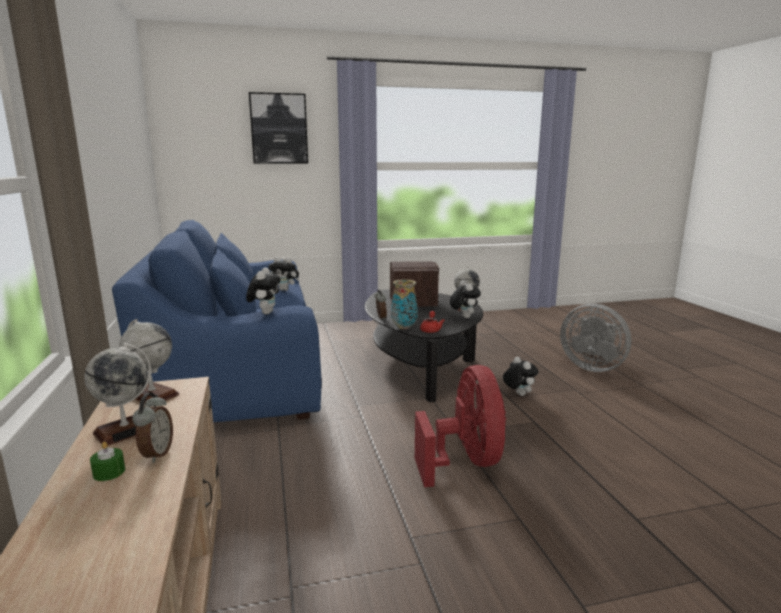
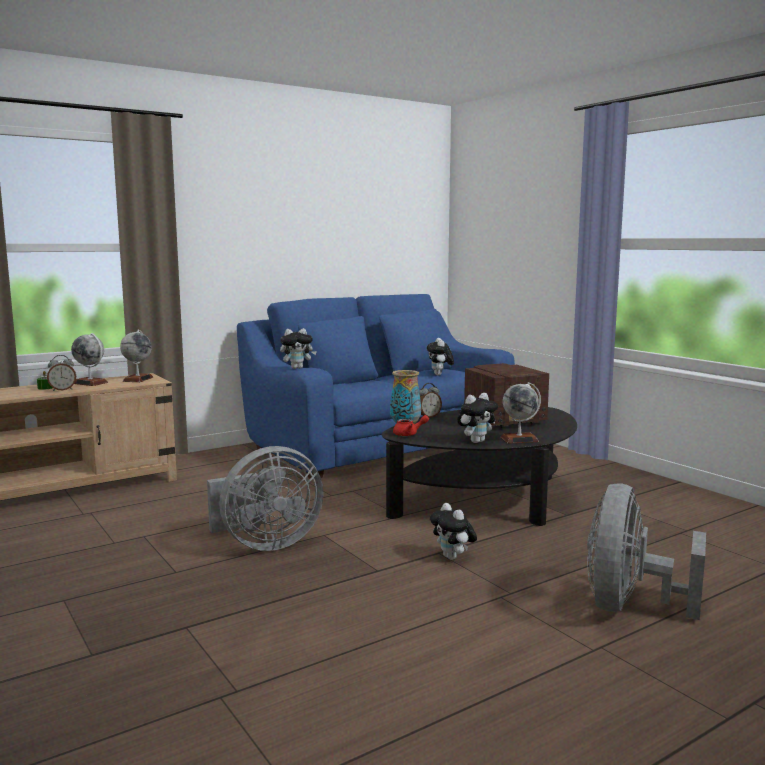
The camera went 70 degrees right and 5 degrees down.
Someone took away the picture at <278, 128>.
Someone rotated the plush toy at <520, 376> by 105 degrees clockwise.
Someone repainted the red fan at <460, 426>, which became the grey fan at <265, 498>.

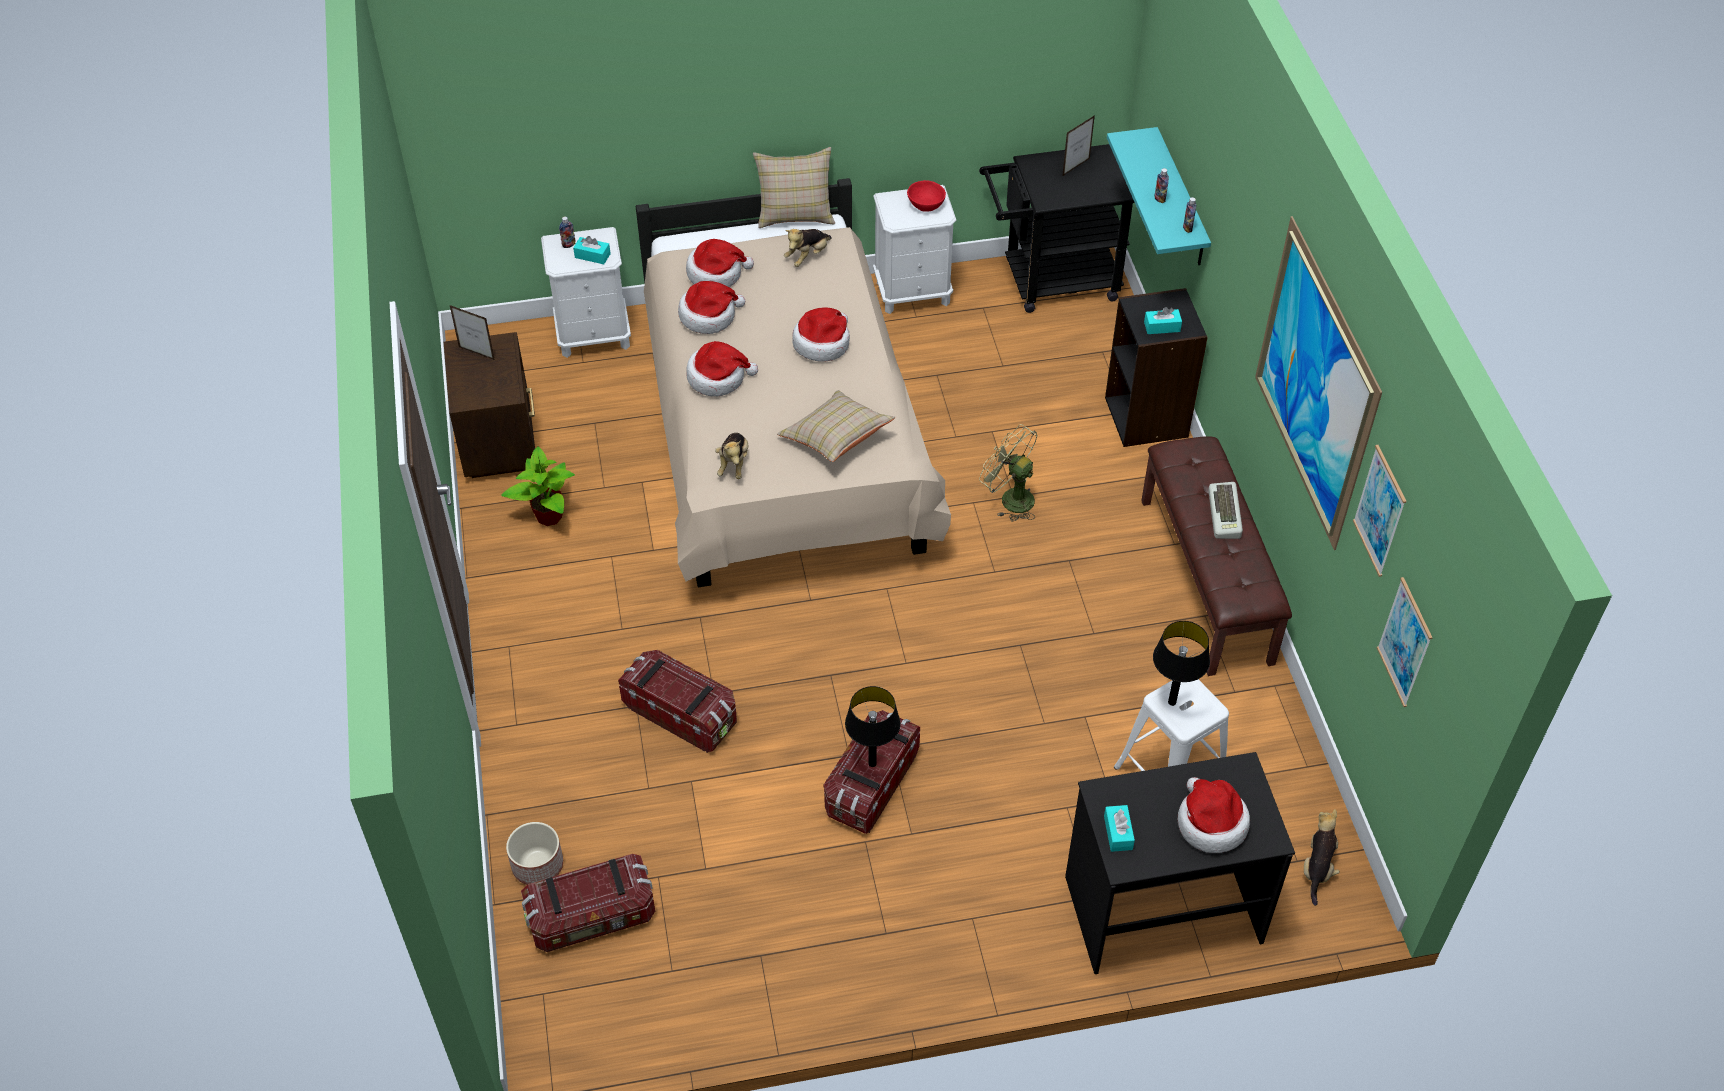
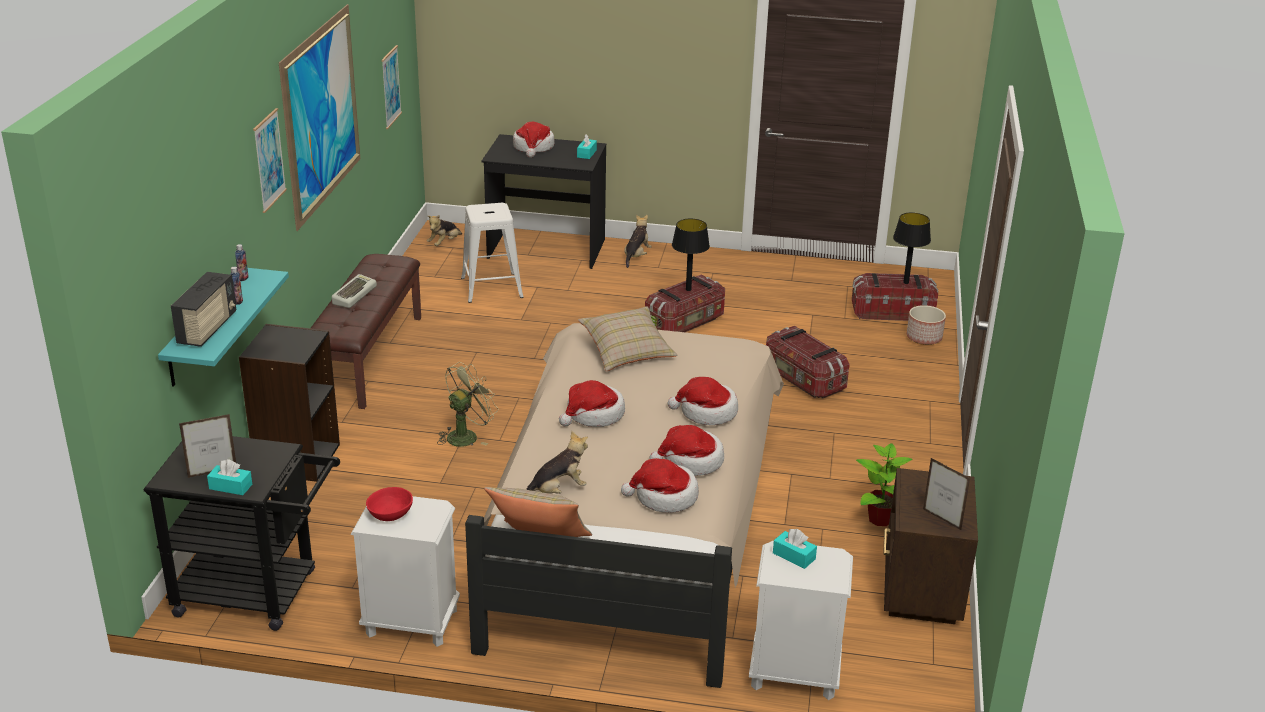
The camera went 160 degrees left and 20 degrees down.
Someone took away the bottle at <567, 232>.
Someone carried the turquoise tissue box from <1163, 320> to <229, 477>.
Someone rotated the green fan at <1008, 473> by 105 degrees counterclockwise.
Someone carried the plush toy from <731, 456> to <638, 241>.
Someone carried the picture from <1379, 511> to <270, 160>.
Someone carried the black table lamp from <1181, 663> to <912, 248>.
Someone put down the radio at <203, 309>.

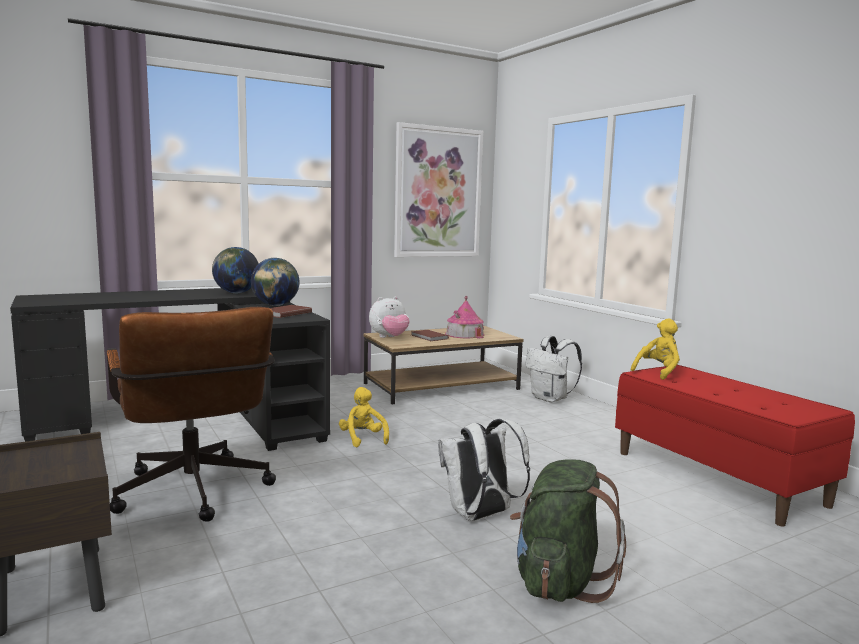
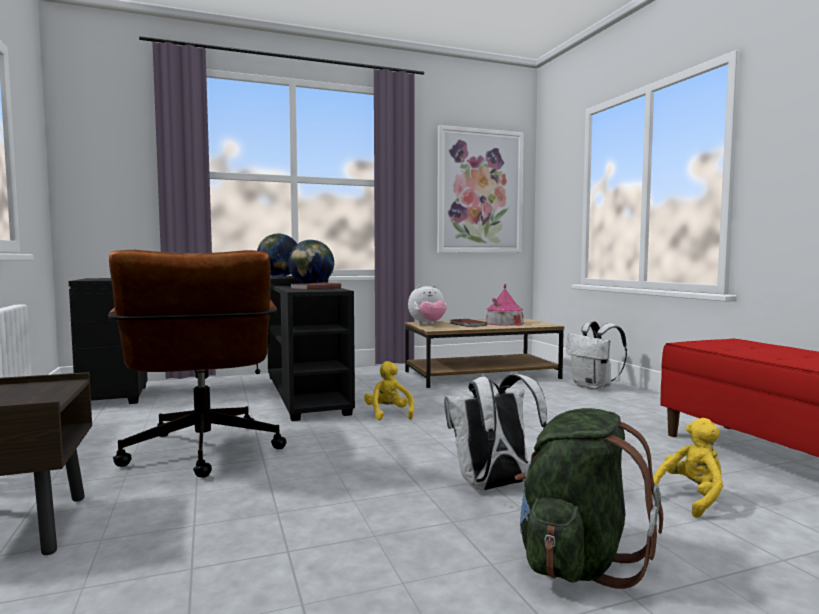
The camera went 10 degrees right and 5 degrees down.
Someone carried the yellow plush toy from <655, 349> to <687, 468>.

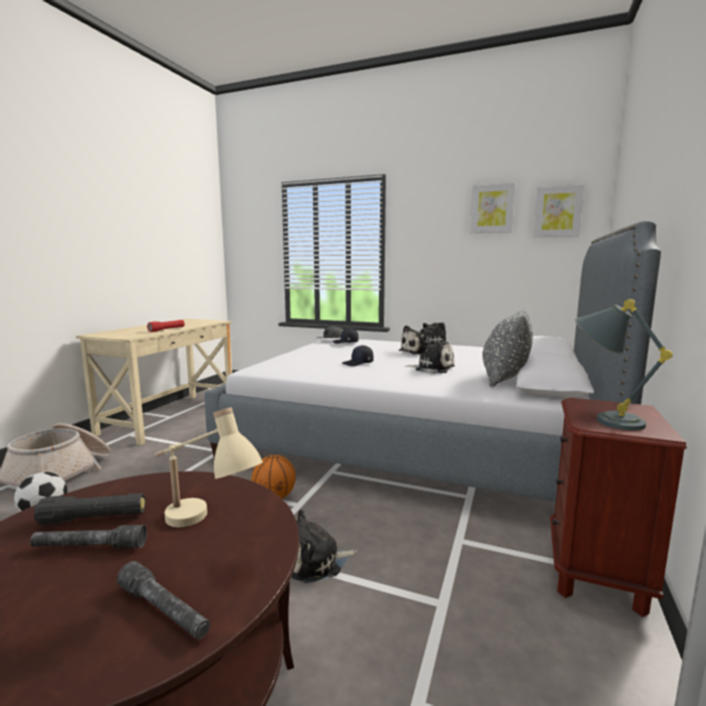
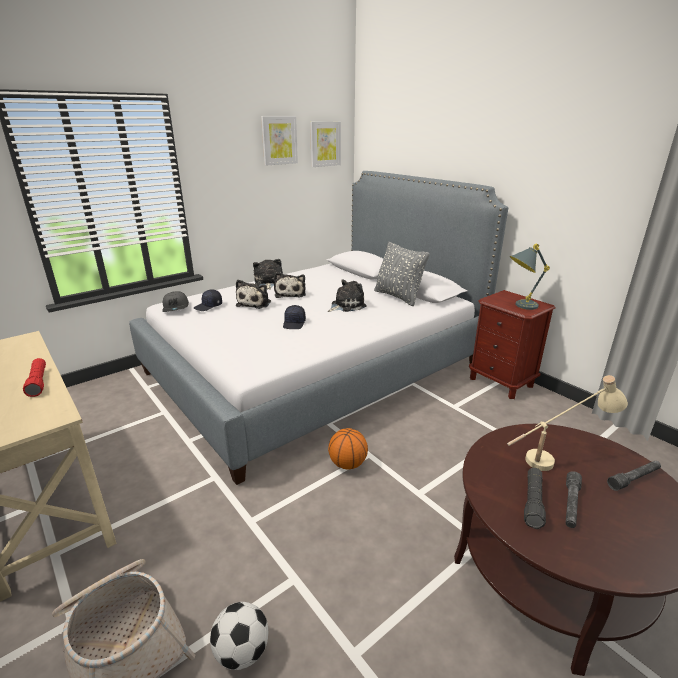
The camera went 60 degrees left and 15 degrees up.
Someone carried the plush toy from <324, 546> to <253, 294>.

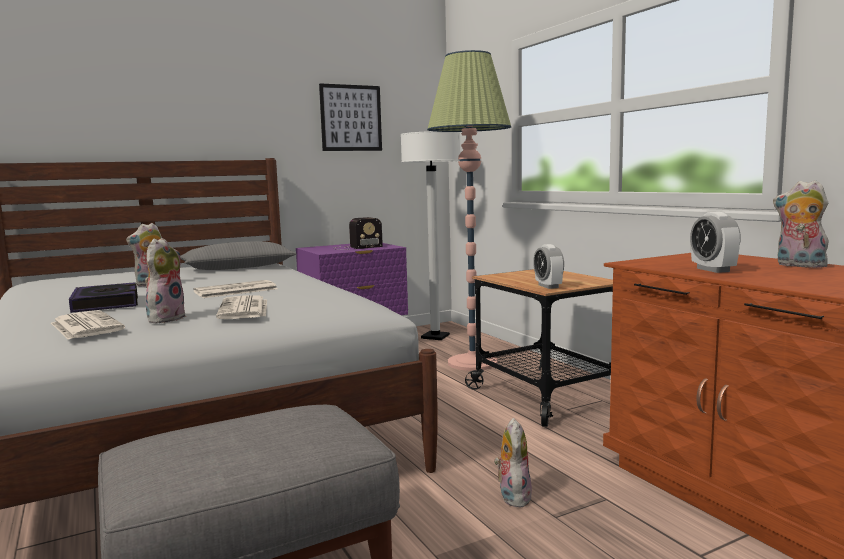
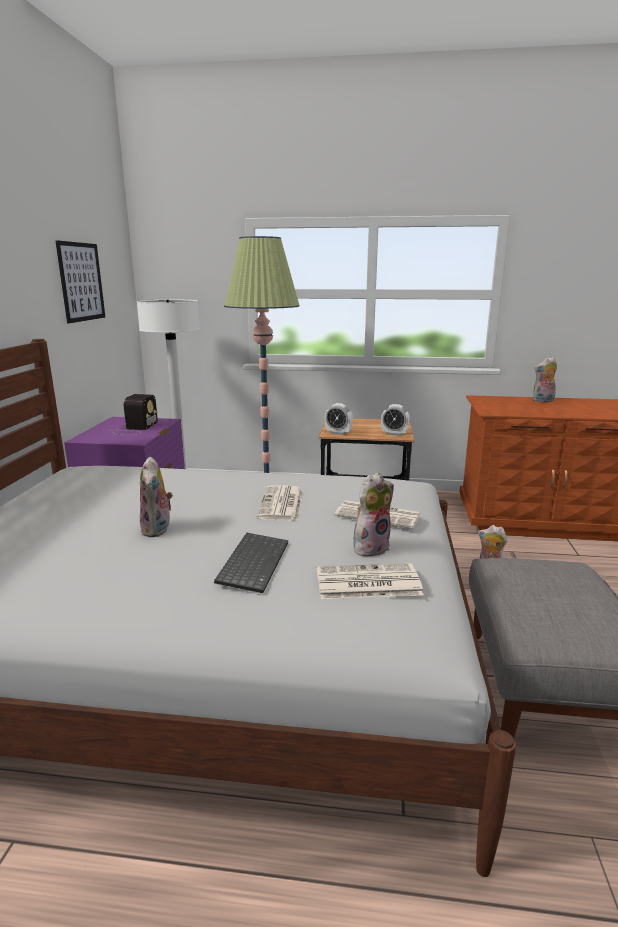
The camera went 55 degrees left and 10 degrees up.
Someone carried the alarm clock from <715, 242> to <339, 419>.
Someone rotated the plush toy at <165, 280> by 90 degrees clockwise.
Someone took away the grey pillow at <238, 255>.
Someone swapped the book at <103, 297> for the keyboard at <251, 563>.

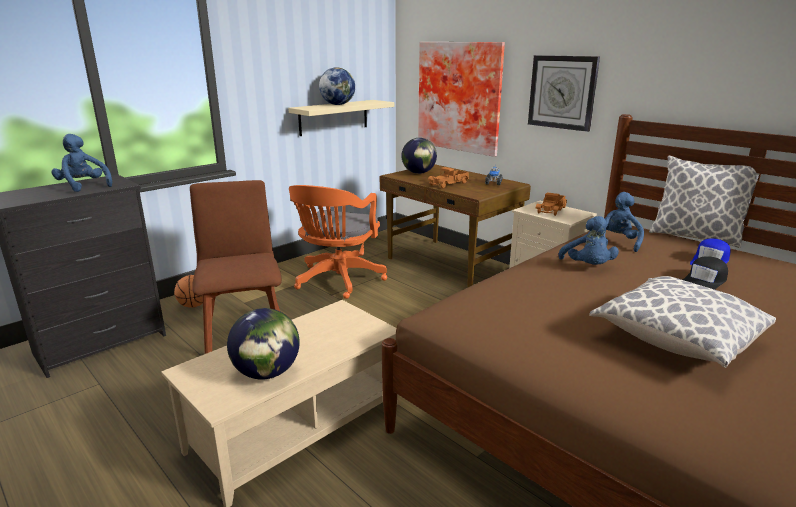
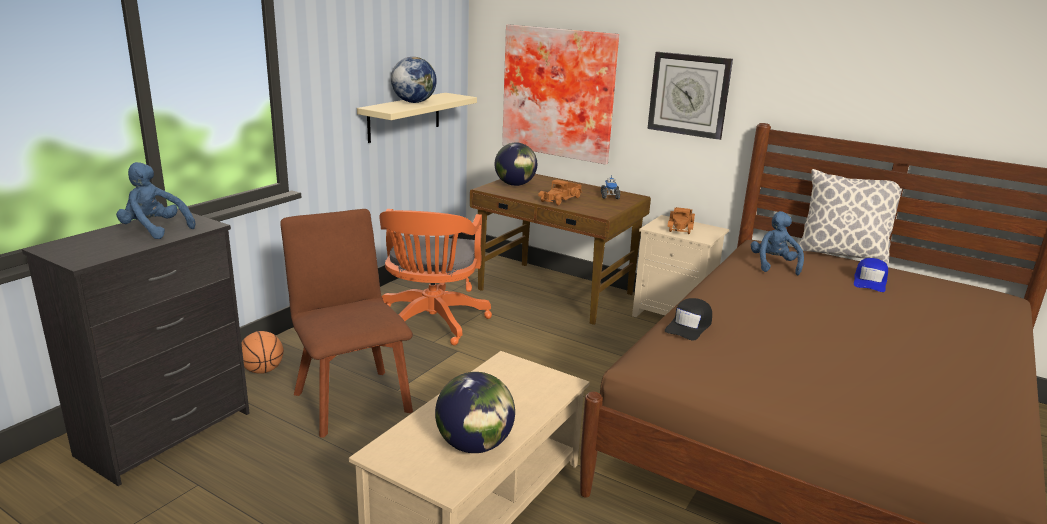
The camera went 15 degrees left and 0 degrees up.
Someone took away the blue plush toy at <588, 240>.
Someone carried the black cap from <705, 273> to <688, 319>.
Someone took away the pillow at <682, 322>.

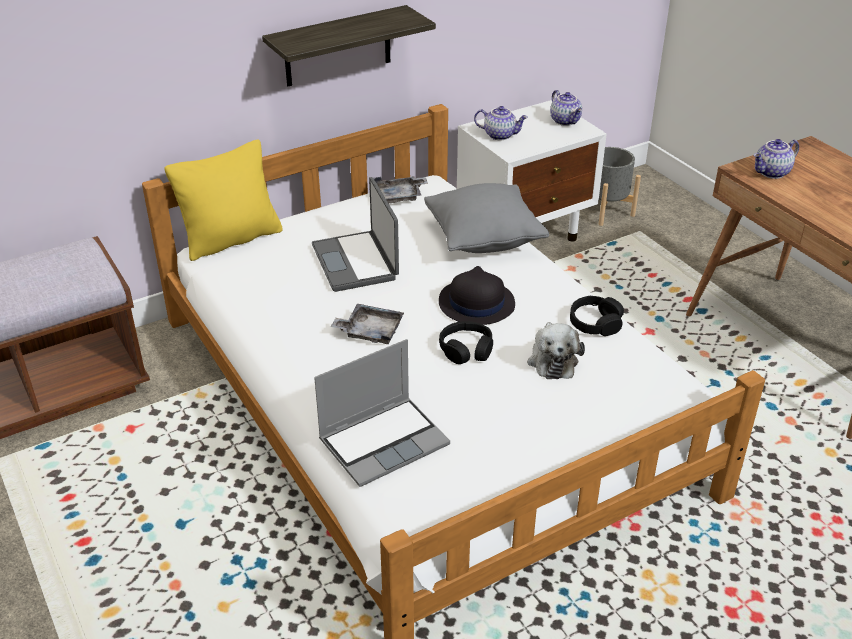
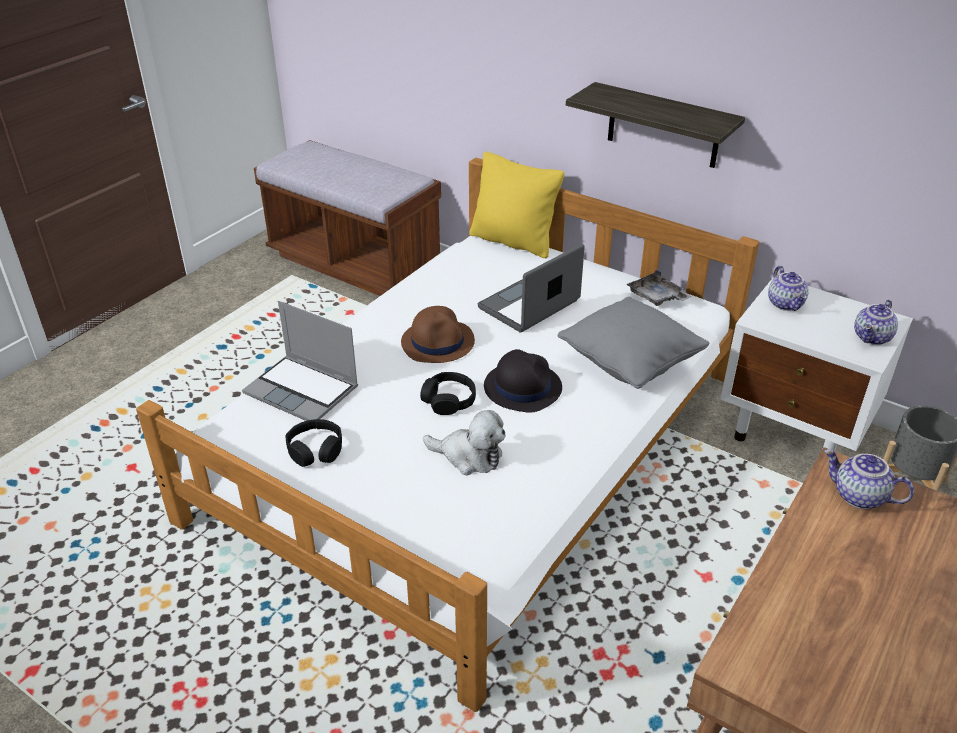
The camera went 65 degrees right and 0 degrees up.
Someone carried the black headphones from <597, 316> to <314, 443>.
Someone swapped the grey tray at <367, 324> for the brown hat at <438, 334>.
Someone rotated the plush toy at <556, 350> by 135 degrees counterclockwise.

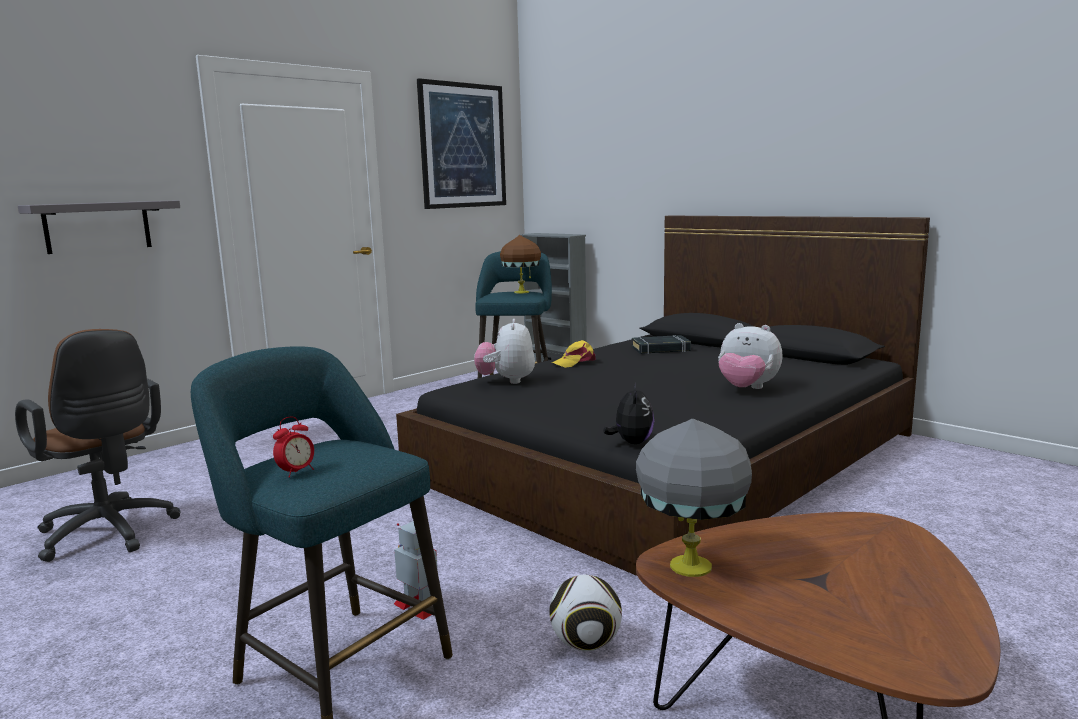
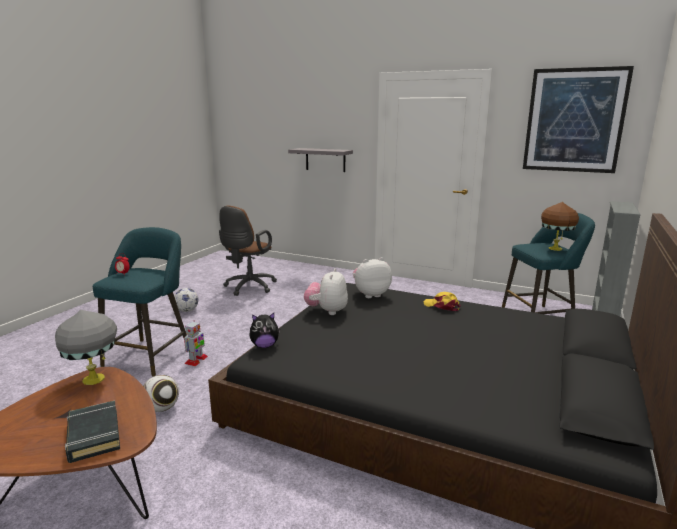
The camera went 70 degrees right and 5 degrees up.
Someone carried the plush toy from <750, 356> to <326, 291>.
Someone carried the black book from <661, 344> to <92, 431>.
Someone put down the football at <186, 300>.

